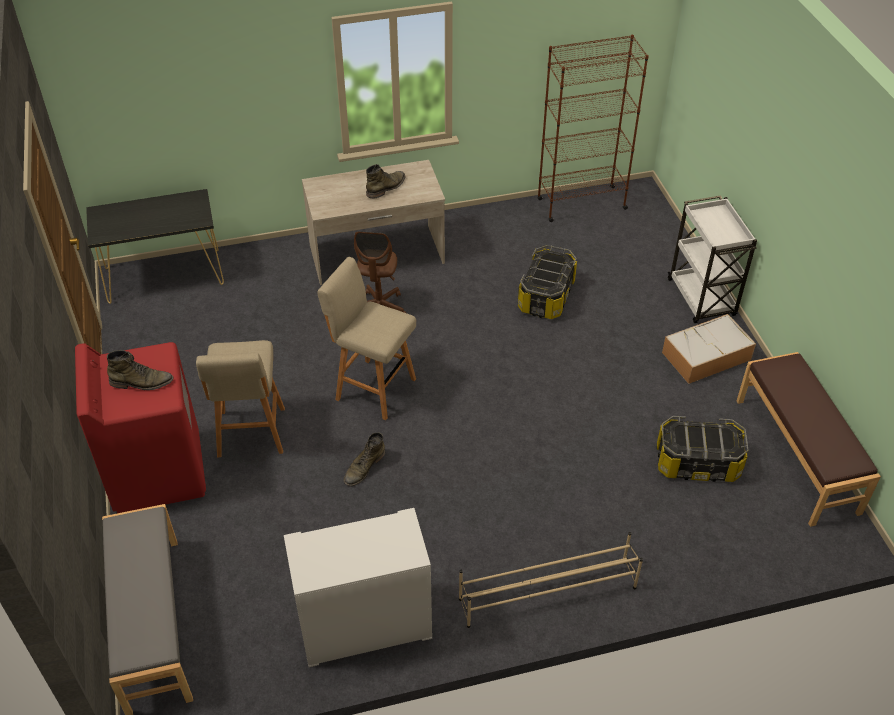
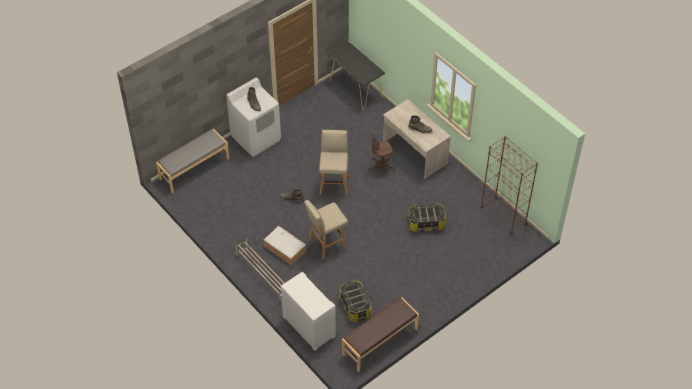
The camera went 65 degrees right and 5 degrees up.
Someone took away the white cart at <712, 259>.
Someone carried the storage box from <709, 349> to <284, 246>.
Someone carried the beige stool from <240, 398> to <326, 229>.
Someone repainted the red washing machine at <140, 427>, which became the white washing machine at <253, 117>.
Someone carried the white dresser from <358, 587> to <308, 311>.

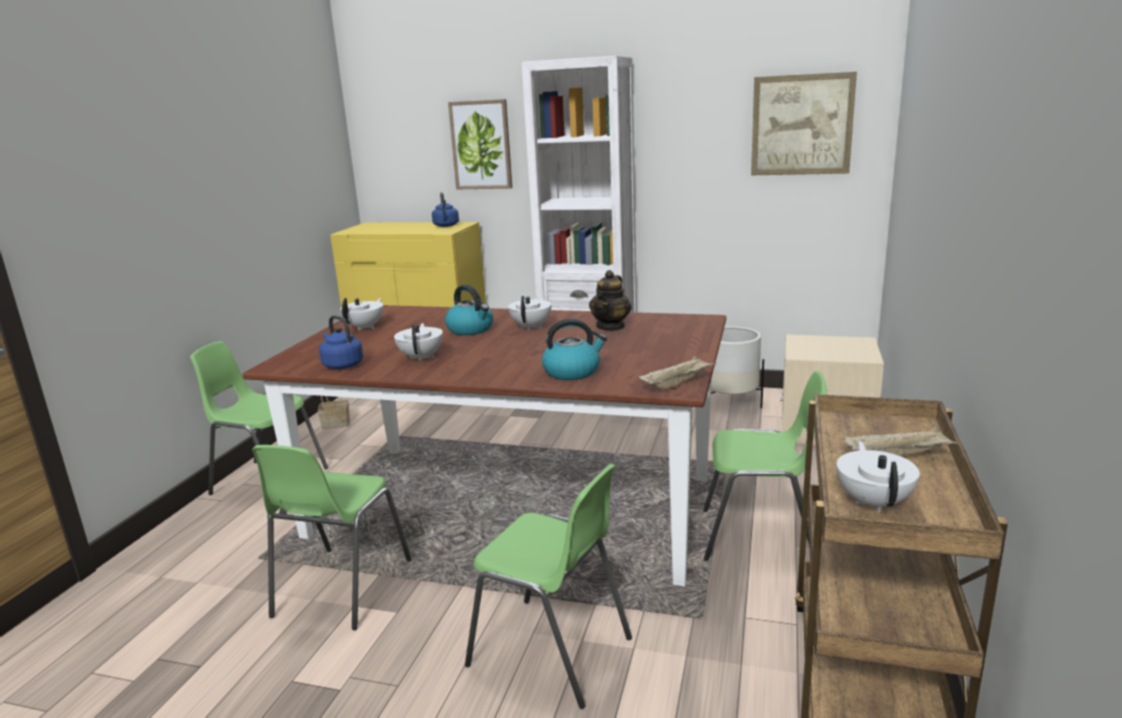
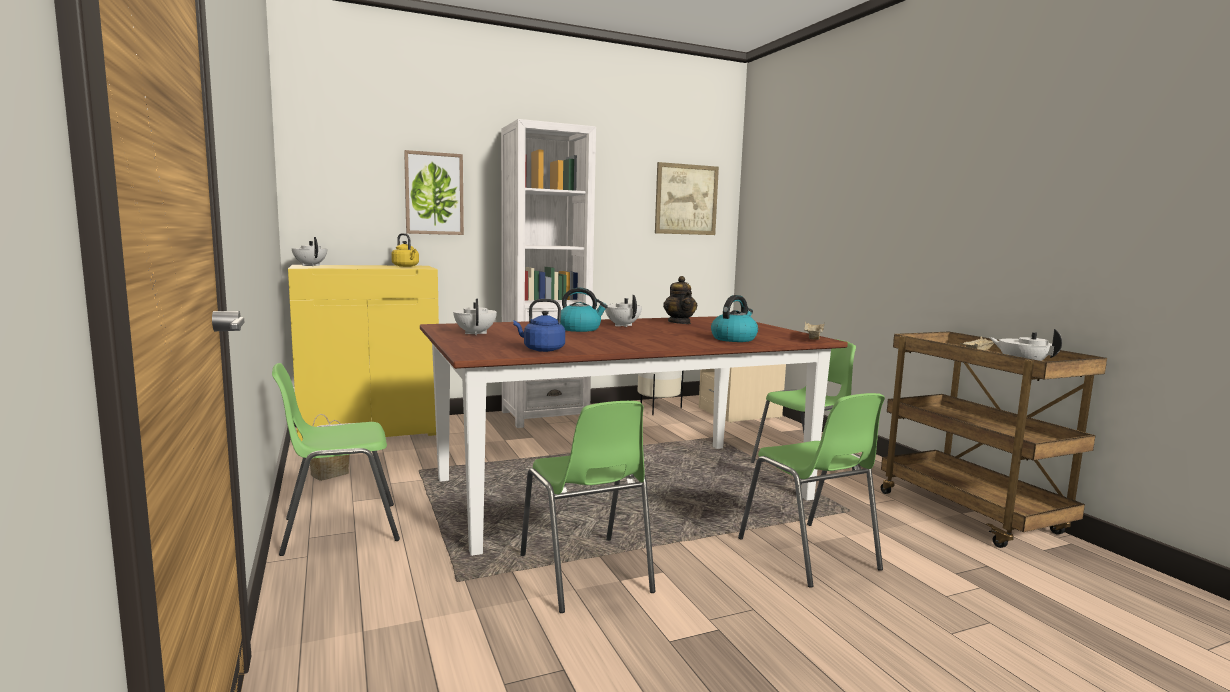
The camera went 40 degrees left and 10 degrees down.
Someone repainted the blue kettle at <445, 209>, which became the yellow kettle at <405, 250>.
Someone carried the white teapot from <418, 342> to <309, 251>.
Someone rotated the green chair at <548, 586> by 75 degrees clockwise.

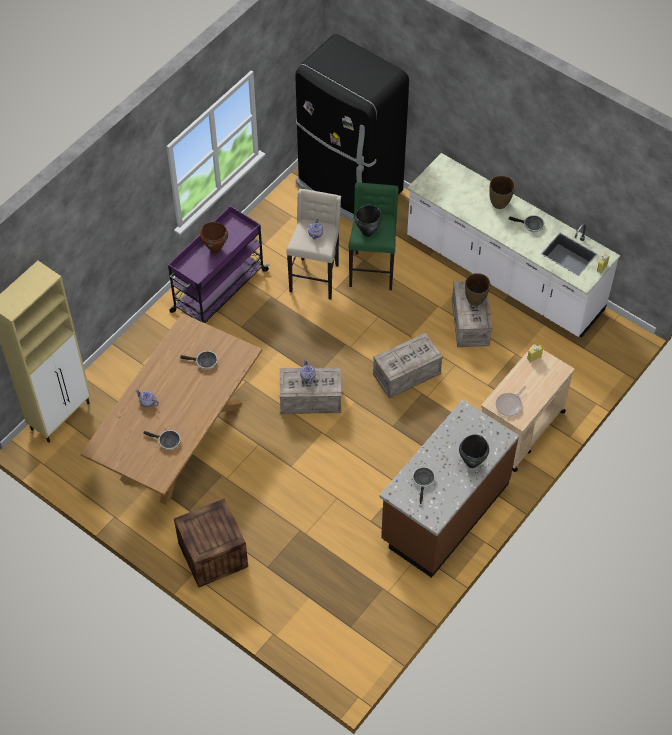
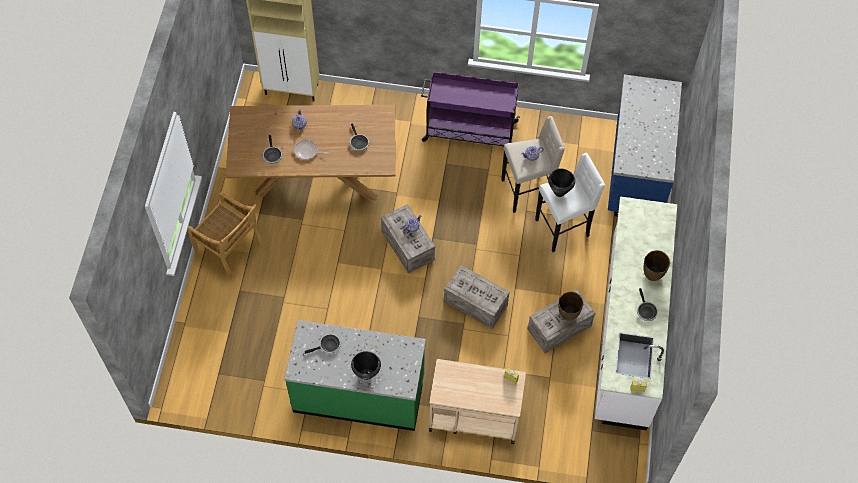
The camera went 60 degrees right and 5 degrees up.
Someone swapped the black fridge at <352, 128> for the blue counter at <645, 145>.
Someone repainted the green stool at <373, 236>, which became the white stool at <570, 202>.
Someone took away the brown cooking pot at <214, 237>.
Someone carried the frying pan from <511, 401> to <311, 150>.
Someone repainted the brown counter at <449, 489>, which became the green counter at <355, 375>.
Someone swapped the crate at <211, 543> for the beige chair at <225, 235>.

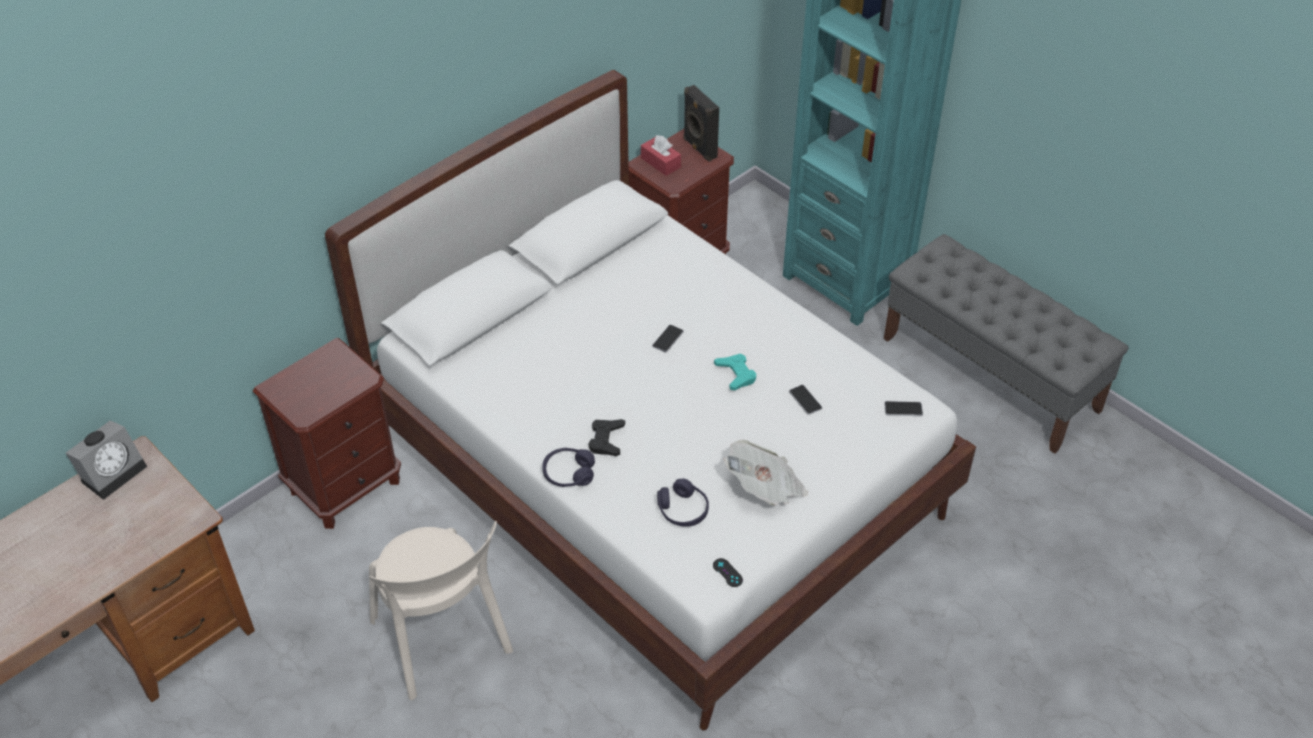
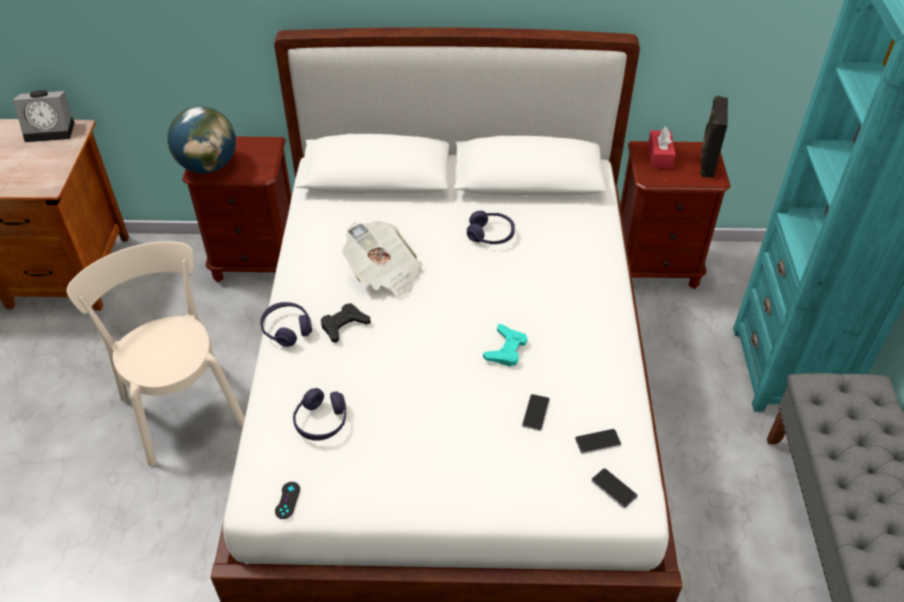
The camera went 45 degrees right and 0 degrees up.
Someone carried the phone from <668, 338> to <598, 441>.
Someone carried the newspaper from <766, 473> to <382, 259>.
Someone rotated the beige chair at <441, 610> by 135 degrees clockwise.
Someone put down the globe at <201, 139>.
Someone put down the purple headphones at <491, 227>.

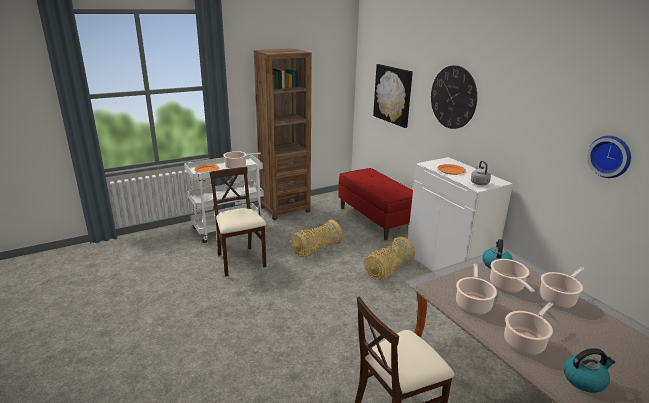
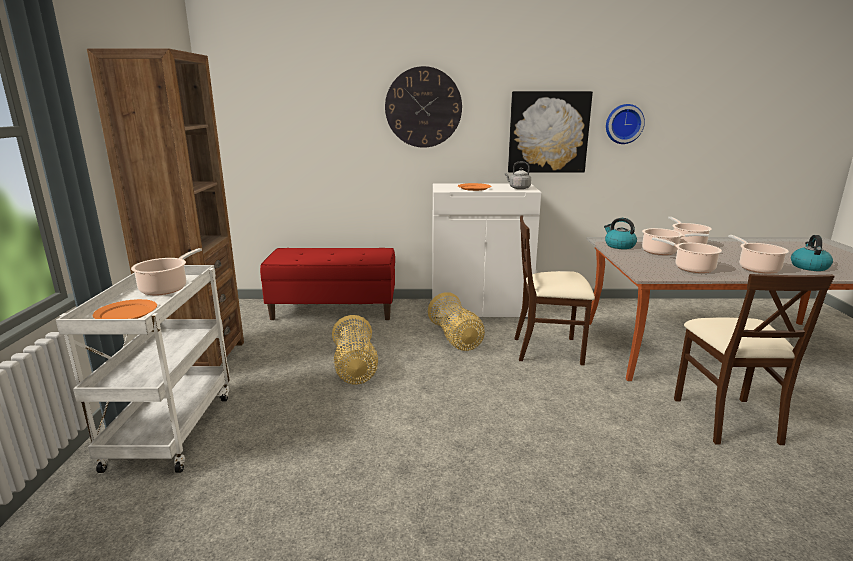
The camera went 60 degrees left and 5 degrees down.
Someone carried the picture from <393, 96> to <550, 132>.
Someone carried the beige chair from <237, 221> to <554, 290>.

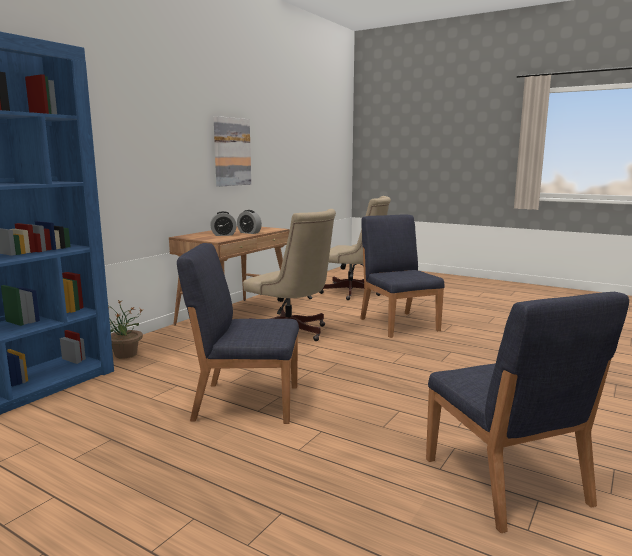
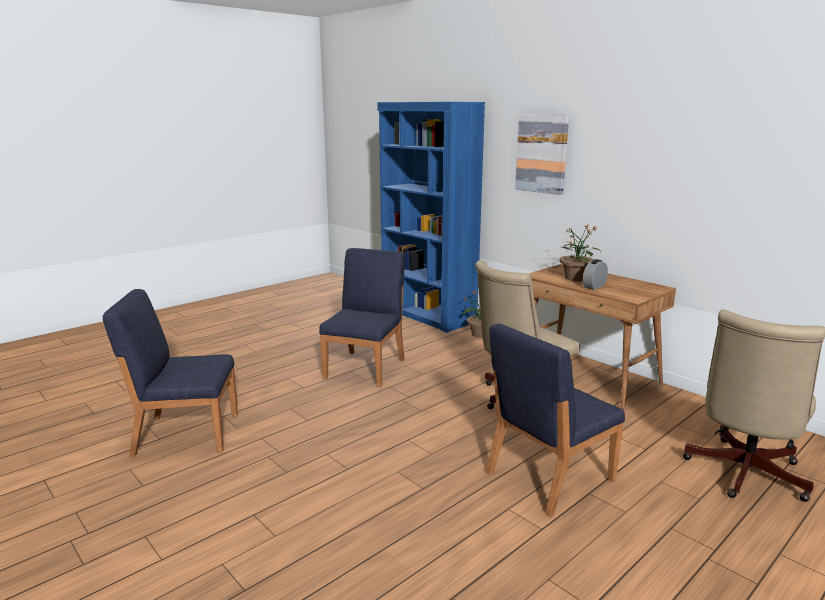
The camera went 105 degrees right and 5 degrees up.
Someone carried the picture from <232, 151> to <542, 155>.
Someone swapped the alarm clock at <223, 223> for the potted plant at <579, 252>.
Someone rotated the blue chair at <402, 276> by 150 degrees clockwise.

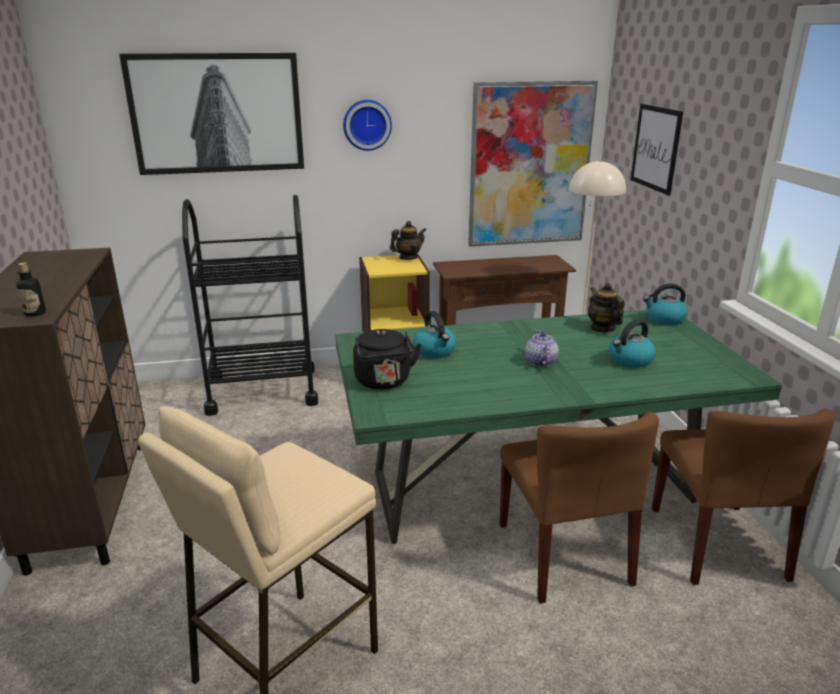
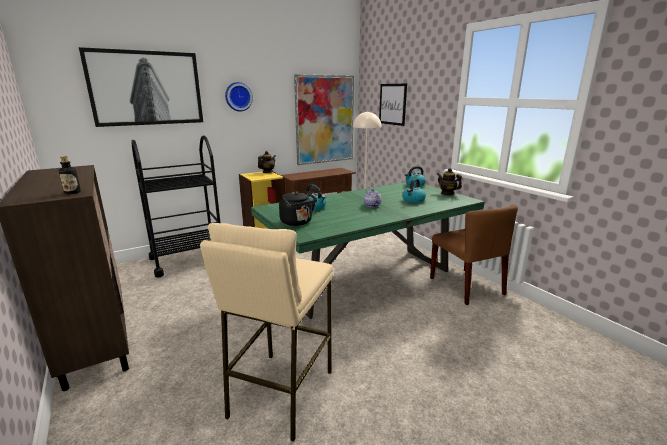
The camera went 20 degrees left and 5 degrees down.
Someone carried the teapot from <606, 308> to <449, 181>.
Someone took away the brown chair at <579, 508>.

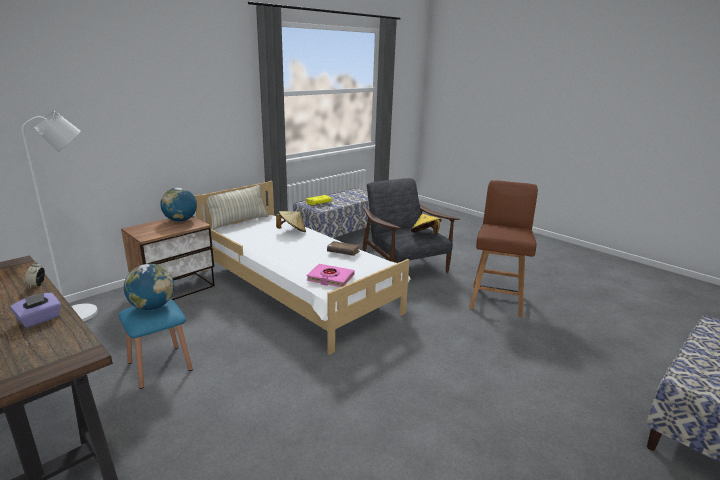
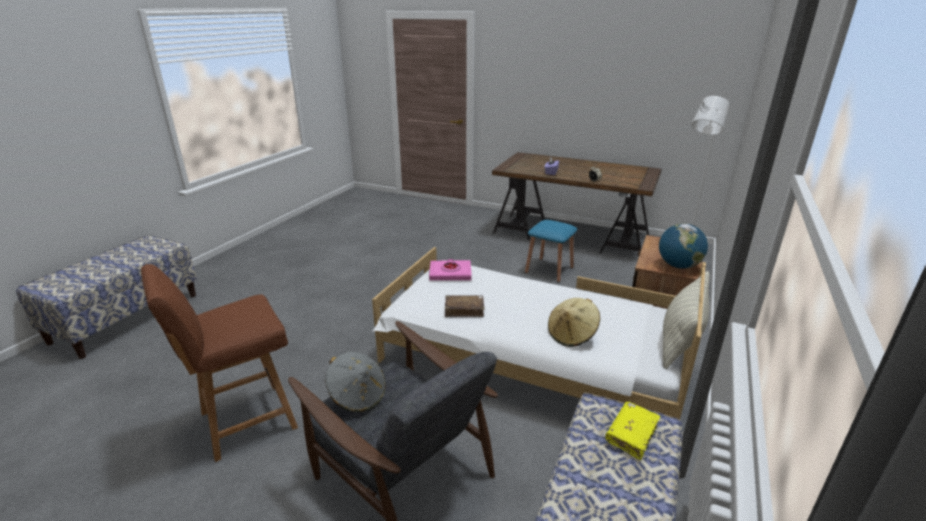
The camera went 160 degrees right and 5 degrees up.
Someone rotated the brown chair at <503, 248> by 60 degrees clockwise.
Someone repainted the yellow hat at <426, 224>, which became the grey hat at <355, 382>.
Someone took away the globe at <149, 287>.

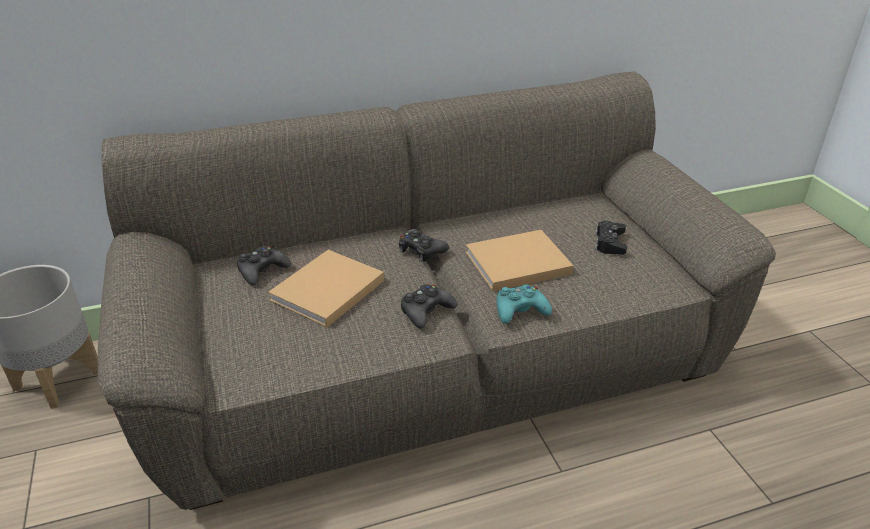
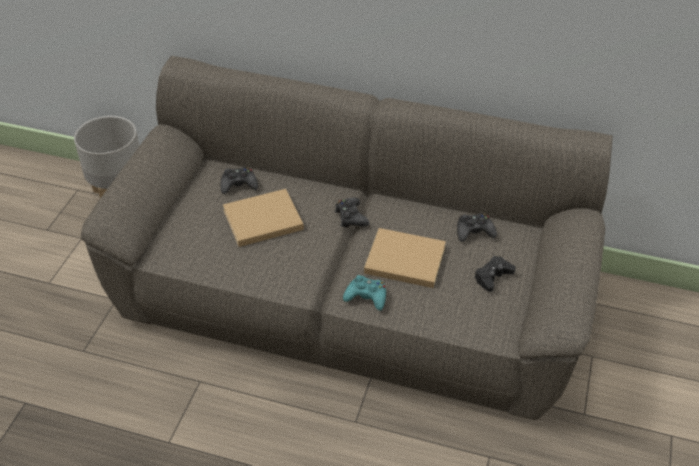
The camera went 35 degrees right and 10 degrees up.
Someone carried the black game controller from <429, 306> to <477, 227>.

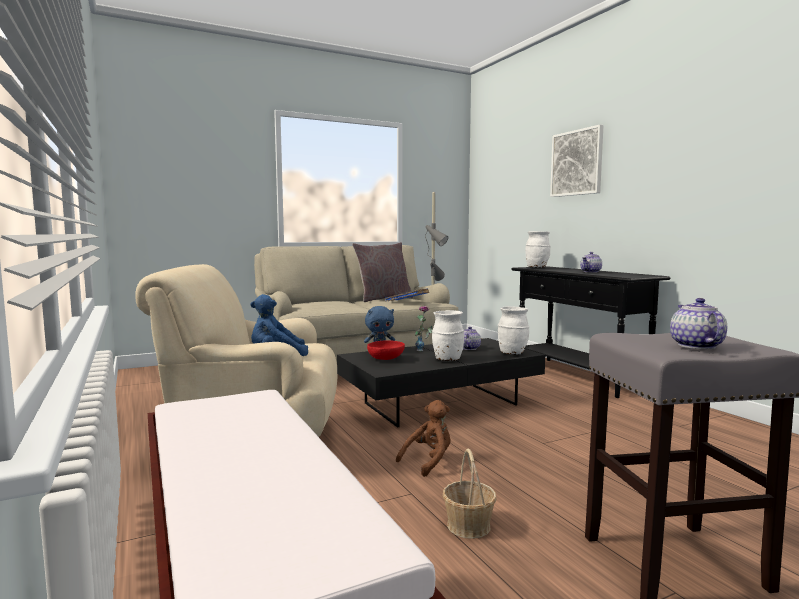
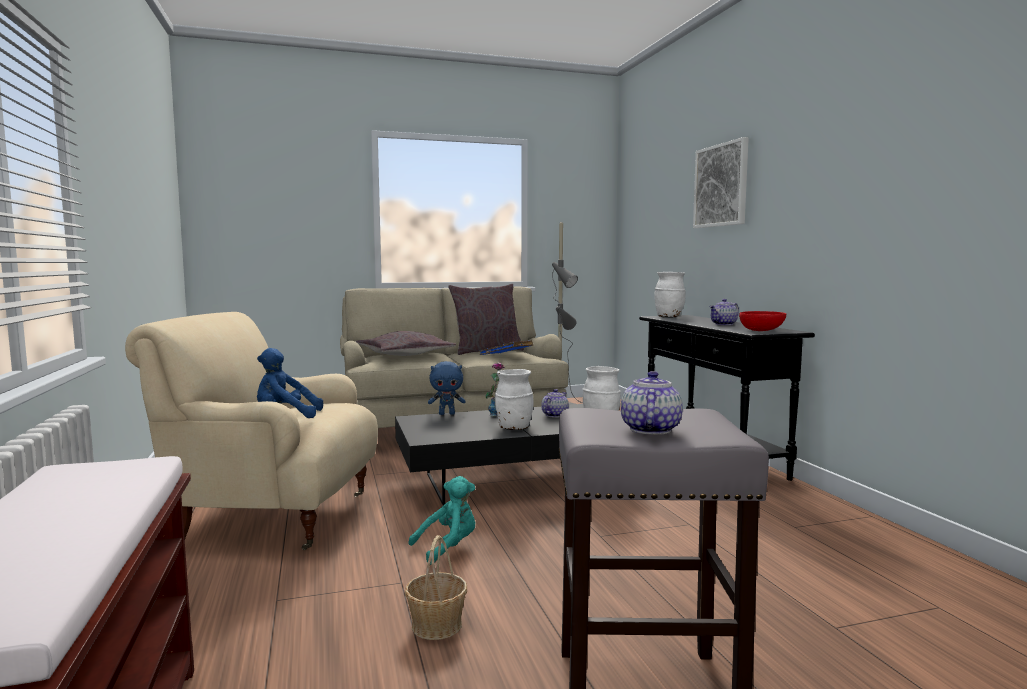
The camera went 10 degrees right and 0 degrees up.
Someone carried the red bowl from <386, 350> to <762, 321>.
Someone repainted the brown plush toy at <423, 438>, which became the turquoise plush toy at <442, 520>.
Someone put down the grey pillow at <405, 343>.

